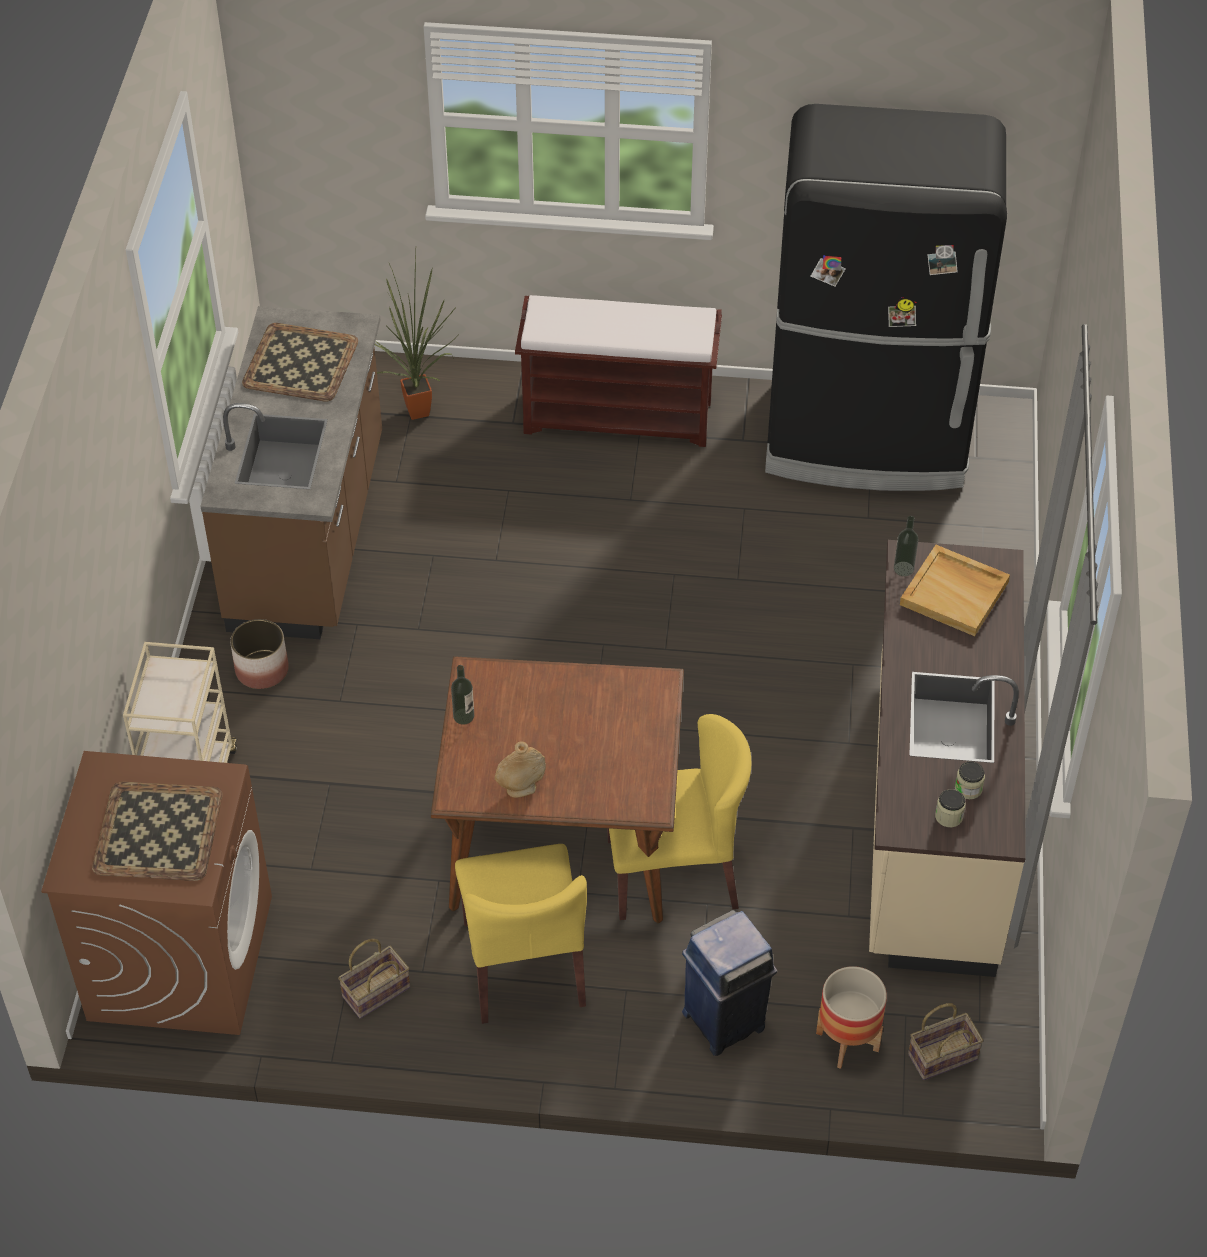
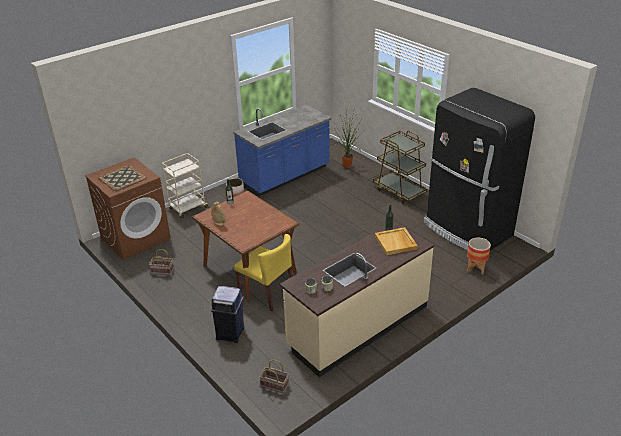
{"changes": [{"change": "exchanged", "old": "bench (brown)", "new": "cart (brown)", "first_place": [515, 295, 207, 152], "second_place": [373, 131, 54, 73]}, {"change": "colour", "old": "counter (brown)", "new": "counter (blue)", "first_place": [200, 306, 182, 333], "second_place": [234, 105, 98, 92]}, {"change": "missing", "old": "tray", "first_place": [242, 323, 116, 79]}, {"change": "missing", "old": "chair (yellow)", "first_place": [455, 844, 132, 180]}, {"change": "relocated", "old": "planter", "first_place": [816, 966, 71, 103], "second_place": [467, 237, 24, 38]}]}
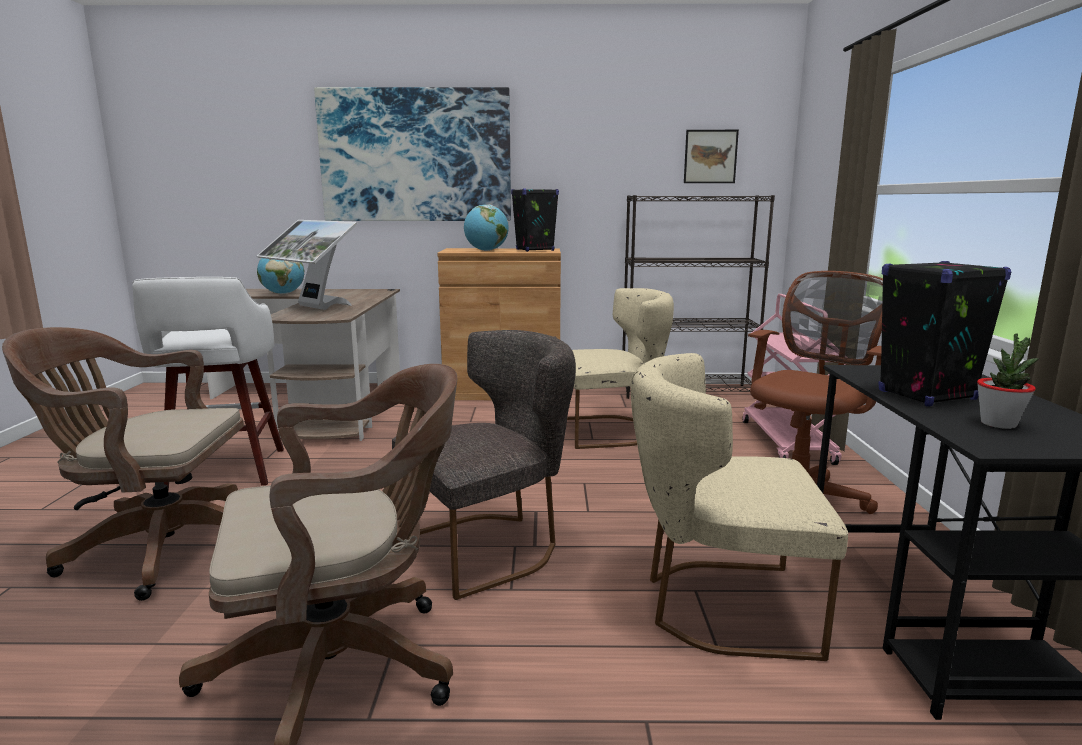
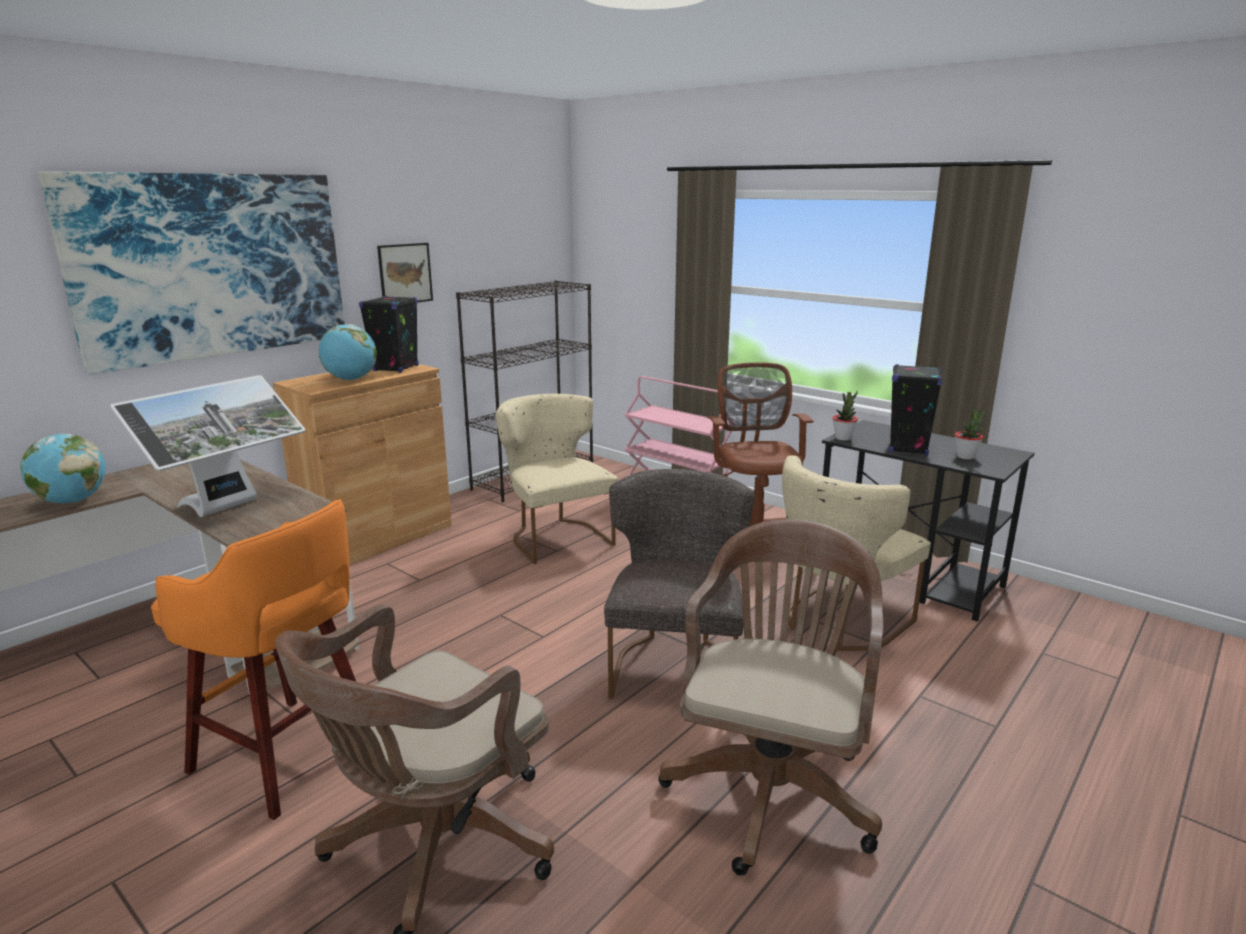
{"changes": [{"change": "relocated", "old": "picture", "first_place": [684, 130, 55, 53], "second_place": [377, 243, 56, 59]}, {"change": "spun", "old": "monitor", "first_place": [257, 220, 100, 90], "second_place": [110, 375, 195, 142], "degrees": -45}, {"change": "colour", "old": "stool (white)", "new": "stool (orange)", "first_place": [133, 277, 151, 214], "second_place": [151, 499, 205, 321]}, {"change": "spun", "old": "chair (beige)", "first_place": [567, 288, 107, 161], "second_place": [496, 394, 122, 170], "degrees": -60}, {"change": "appeared", "new": "potted plant", "second_place": [832, 391, 26, 50]}]}
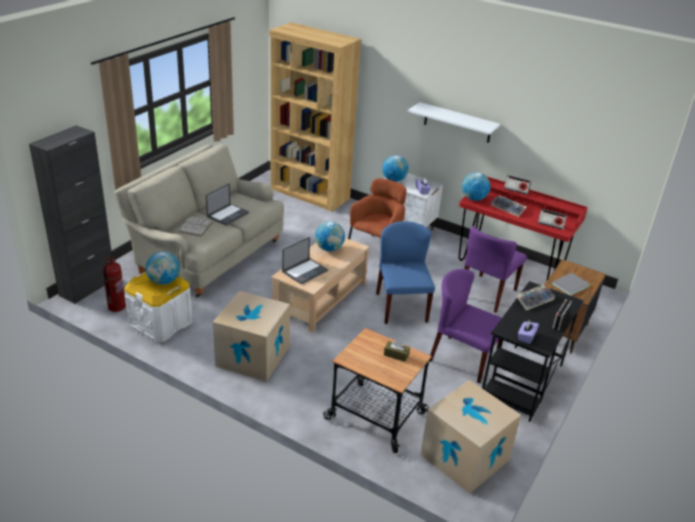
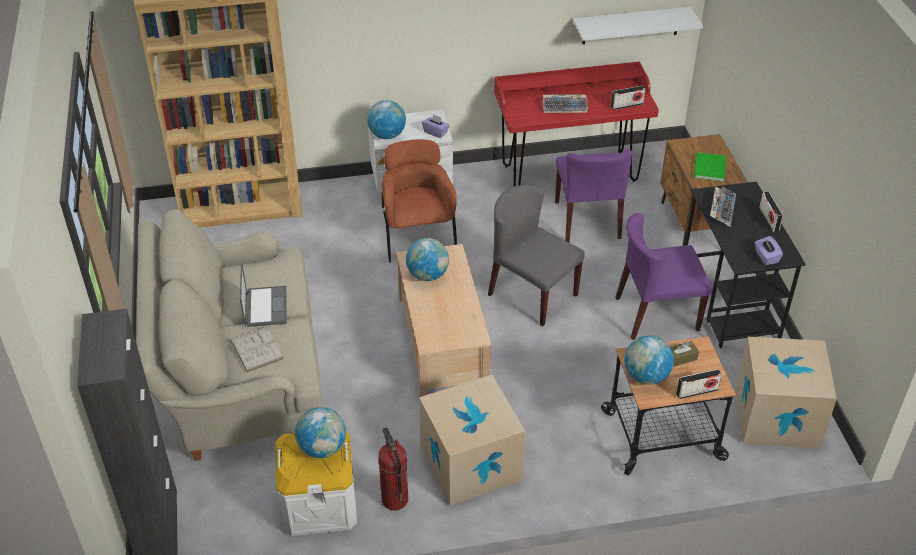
{"changes": [{"change": "relocated", "old": "shelf (white)", "first_place": [408, 102, 92, 41], "second_place": [573, 7, 130, 37]}, {"change": "relocated", "old": "globe", "first_place": [462, 172, 29, 29], "second_place": [624, 336, 50, 49]}, {"change": "relocated", "old": "radio", "first_place": [504, 175, 27, 20], "second_place": [676, 369, 46, 30]}, {"change": "colour", "old": "chair (blue)", "new": "chair (grey)", "first_place": [376, 221, 59, 103], "second_place": [488, 184, 97, 142]}, {"change": "missing", "old": "laptop", "first_place": [282, 237, 46, 48]}, {"change": "relocated", "old": "fire extinguisher", "first_place": [102, 250, 24, 62], "second_place": [378, 427, 30, 83]}, {"change": "colour", "old": "book (grey)", "new": "book (green)", "first_place": [551, 273, 39, 23], "second_place": [694, 152, 32, 30]}]}
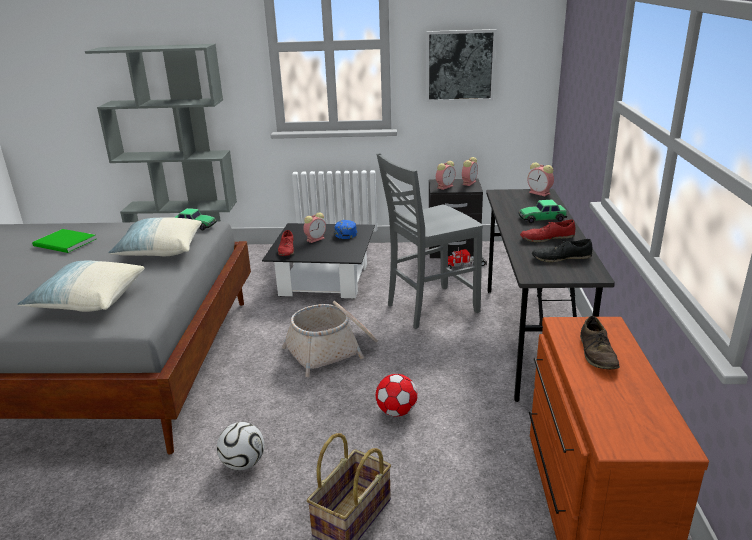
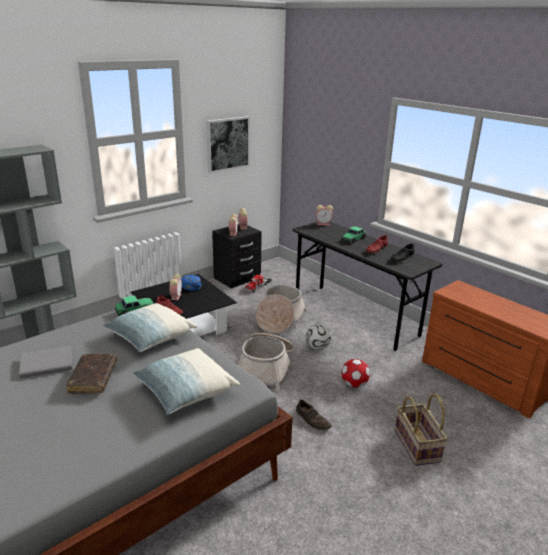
{"changes": [{"change": "exchanged", "old": "chair (grey)", "new": "basket", "first_place": [376, 153, 107, 176], "second_place": [256, 285, 51, 49]}, {"change": "colour", "old": "book (green)", "new": "book (grey)", "first_place": [32, 229, 64, 24], "second_place": [19, 346, 53, 32]}, {"change": "relocated", "old": "shoe (brown)", "first_place": [580, 316, 40, 54], "second_place": [296, 400, 36, 31]}, {"change": "relocated", "old": "football", "first_place": [217, 422, 47, 48], "second_place": [306, 324, 25, 26]}, {"change": "appeared", "new": "book (brown)", "second_place": [66, 354, 51, 40]}]}
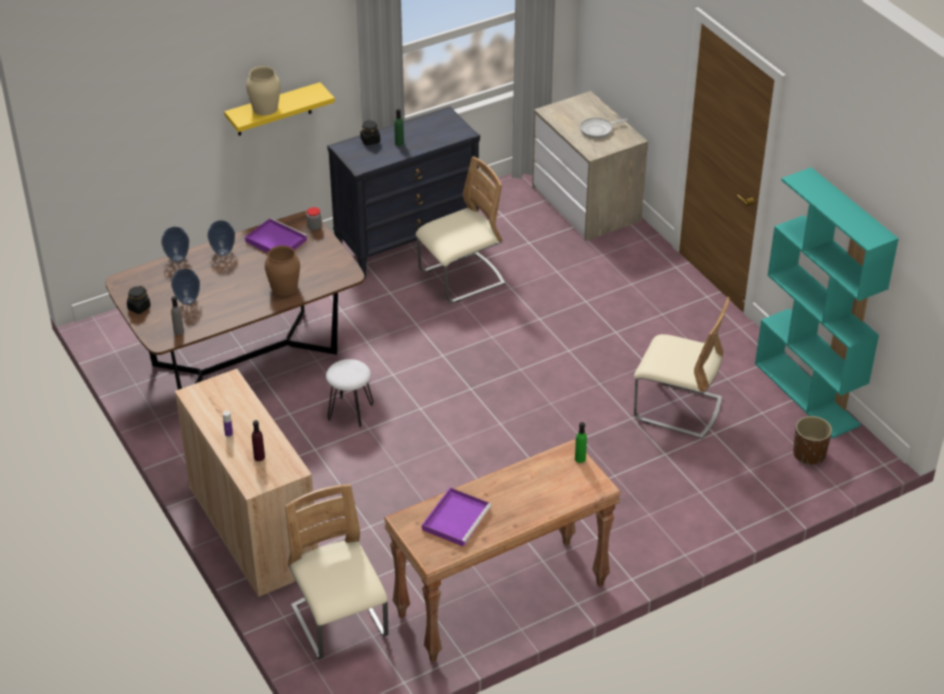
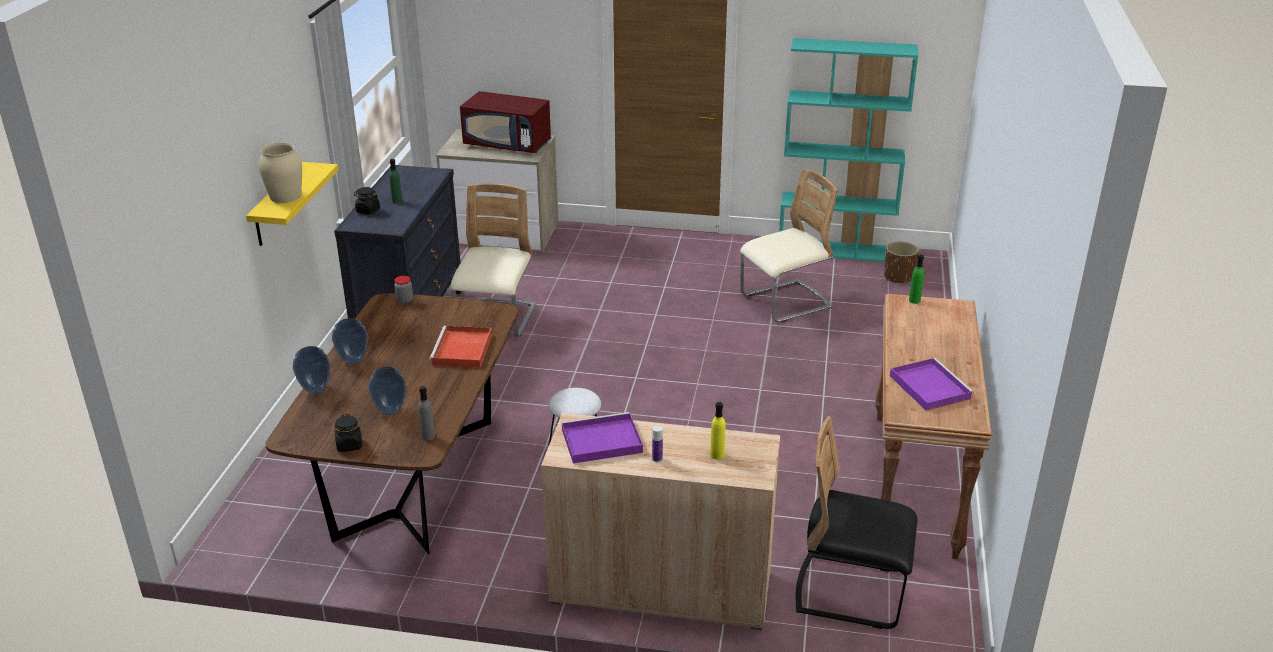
{"changes": [{"change": "exchanged", "old": "frying pan", "new": "microwave (red)", "first_place": [580, 118, 47, 21], "second_place": [460, 91, 91, 62]}, {"change": "relocated", "old": "tray (purple)", "first_place": [245, 218, 63, 35], "second_place": [562, 412, 81, 52]}, {"change": "exchanged", "old": "vase (brown)", "new": "tray (red)", "first_place": [265, 245, 35, 51], "second_place": [429, 326, 63, 41]}, {"change": "colour", "old": "bottle (purple)", "new": "bottle (yellow)", "first_place": [252, 420, 13, 41], "second_place": [710, 402, 15, 57]}, {"change": "colour", "old": "chair (beige)", "new": "chair (black)", "first_place": [285, 484, 104, 176], "second_place": [796, 416, 121, 213]}]}
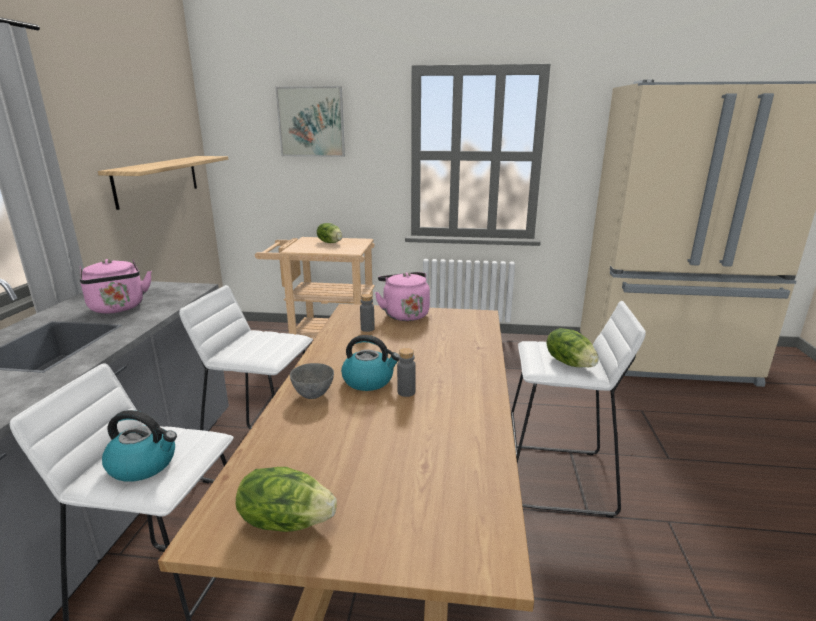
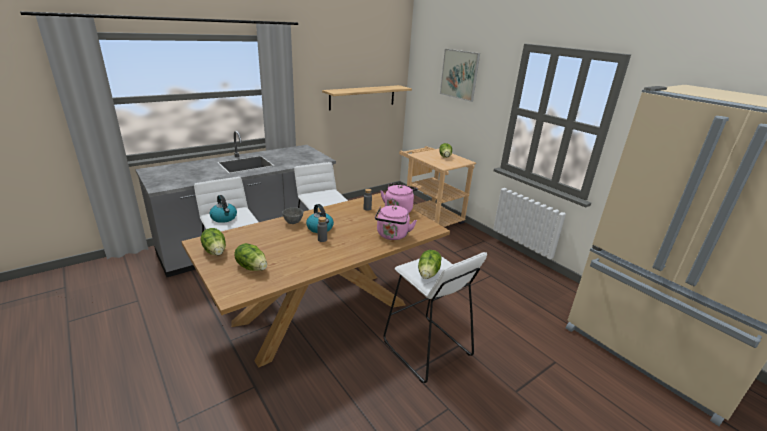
{"changes": [{"change": "relocated", "old": "kettle (pink)", "first_place": [80, 259, 72, 54], "second_place": [375, 205, 42, 35]}, {"change": "appeared", "new": "lettuce", "second_place": [234, 243, 33, 28]}]}
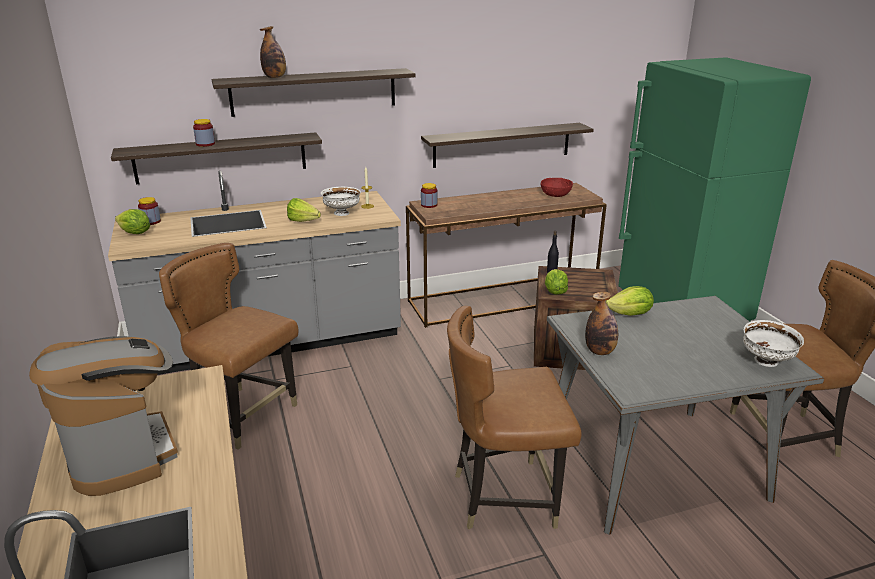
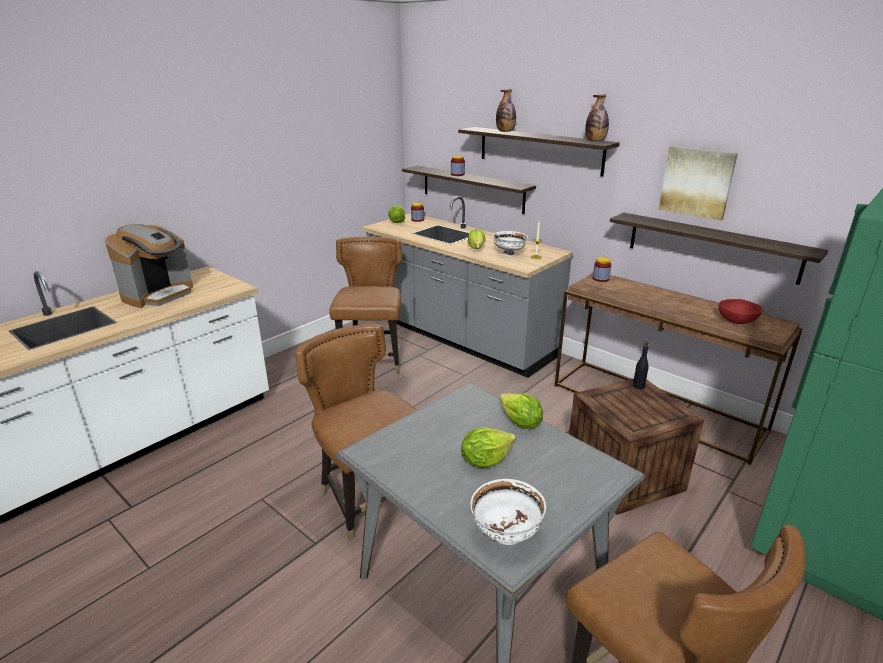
{"changes": [{"change": "relocated", "old": "lettuce", "first_place": [545, 269, 23, 26], "second_place": [461, 427, 55, 41]}, {"change": "relocated", "old": "bottle", "first_place": [585, 292, 33, 63], "second_place": [585, 94, 24, 48]}, {"change": "appeared", "new": "picture", "second_place": [659, 146, 79, 74]}]}
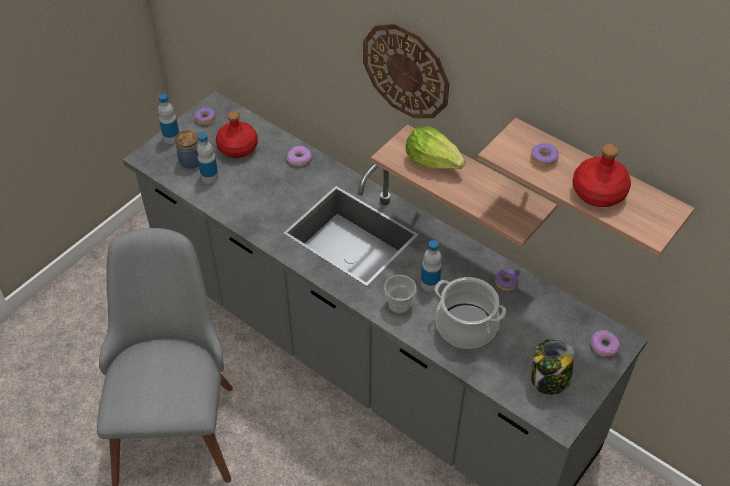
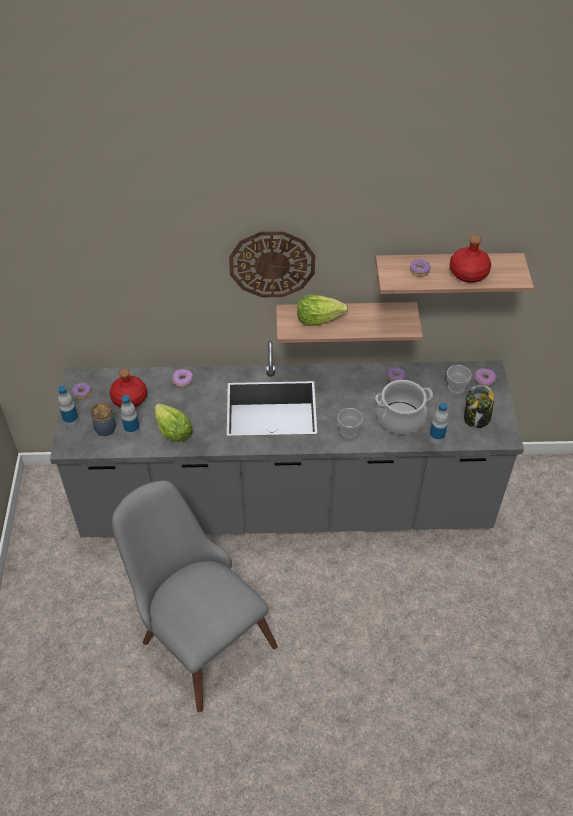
{"changes": [{"change": "relocated", "old": "bottle", "first_place": [421, 240, 21, 52], "second_place": [429, 402, 19, 42]}, {"change": "appeared", "new": "cup", "second_place": [447, 365, 25, 29]}, {"change": "appeared", "new": "lettuce", "second_place": [155, 403, 38, 39]}]}
